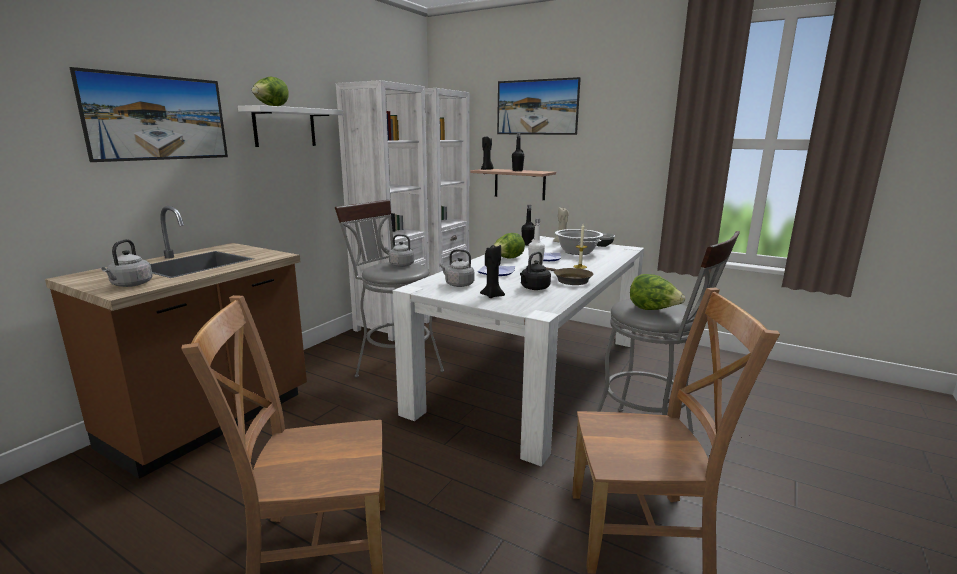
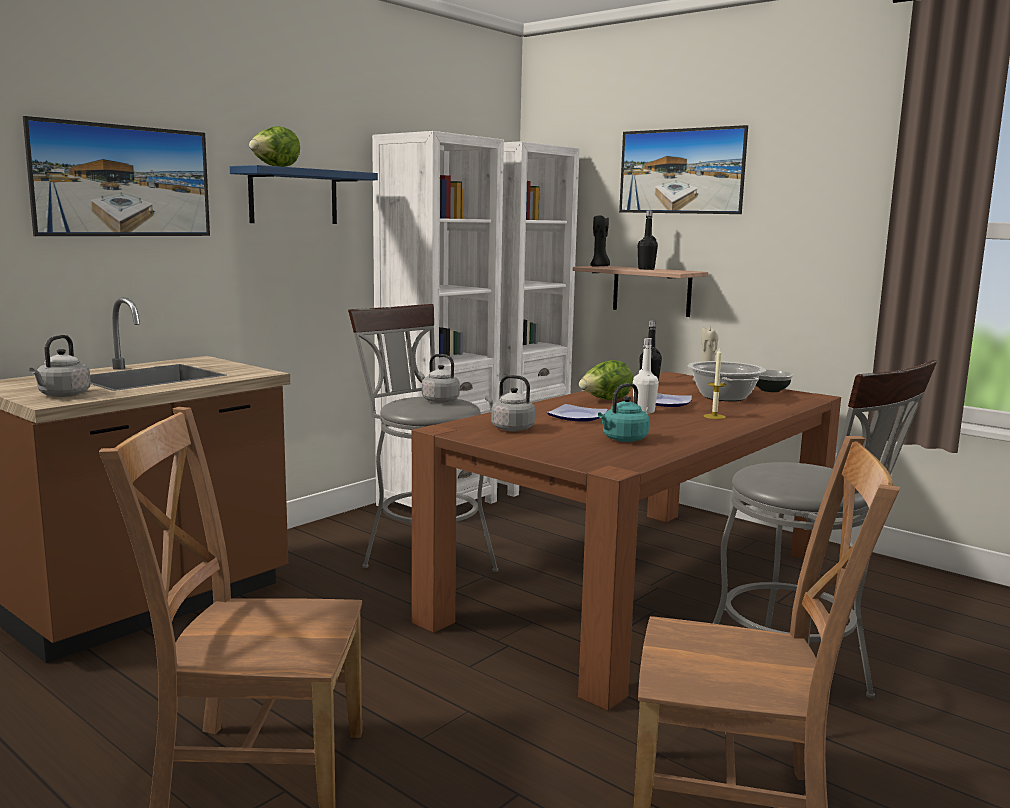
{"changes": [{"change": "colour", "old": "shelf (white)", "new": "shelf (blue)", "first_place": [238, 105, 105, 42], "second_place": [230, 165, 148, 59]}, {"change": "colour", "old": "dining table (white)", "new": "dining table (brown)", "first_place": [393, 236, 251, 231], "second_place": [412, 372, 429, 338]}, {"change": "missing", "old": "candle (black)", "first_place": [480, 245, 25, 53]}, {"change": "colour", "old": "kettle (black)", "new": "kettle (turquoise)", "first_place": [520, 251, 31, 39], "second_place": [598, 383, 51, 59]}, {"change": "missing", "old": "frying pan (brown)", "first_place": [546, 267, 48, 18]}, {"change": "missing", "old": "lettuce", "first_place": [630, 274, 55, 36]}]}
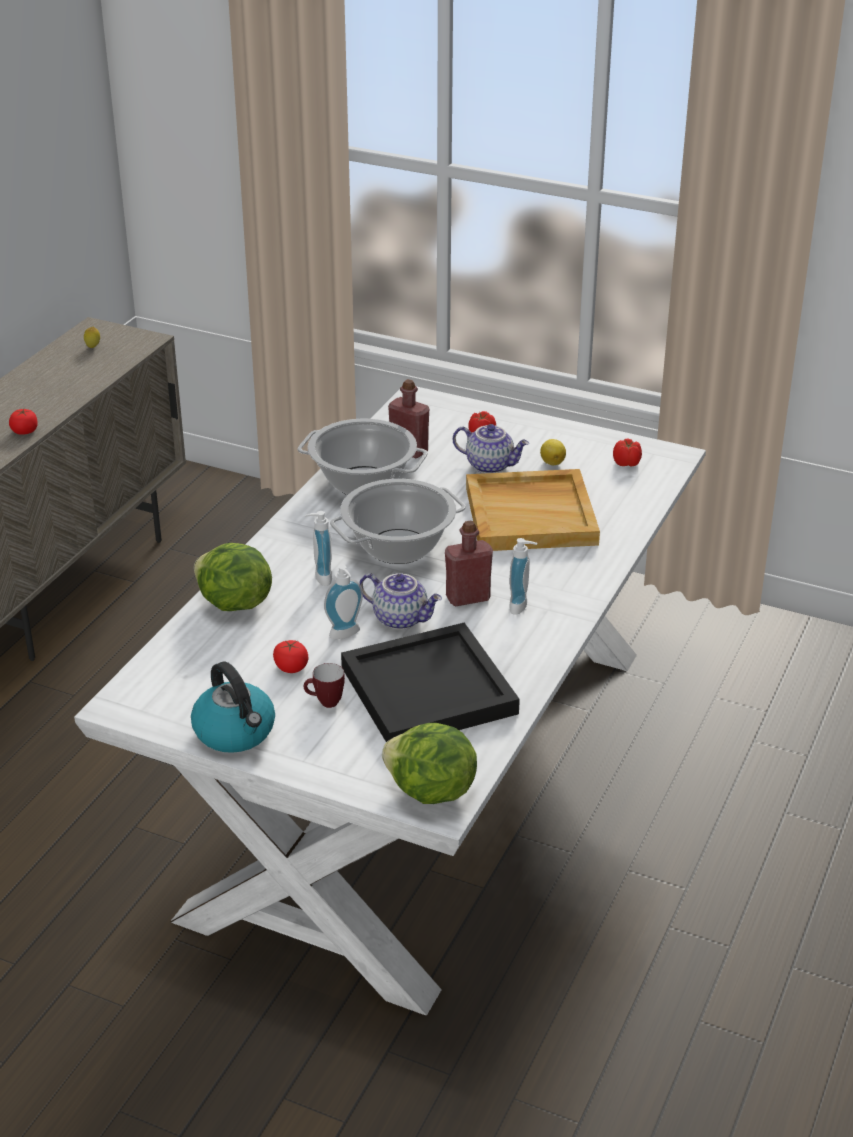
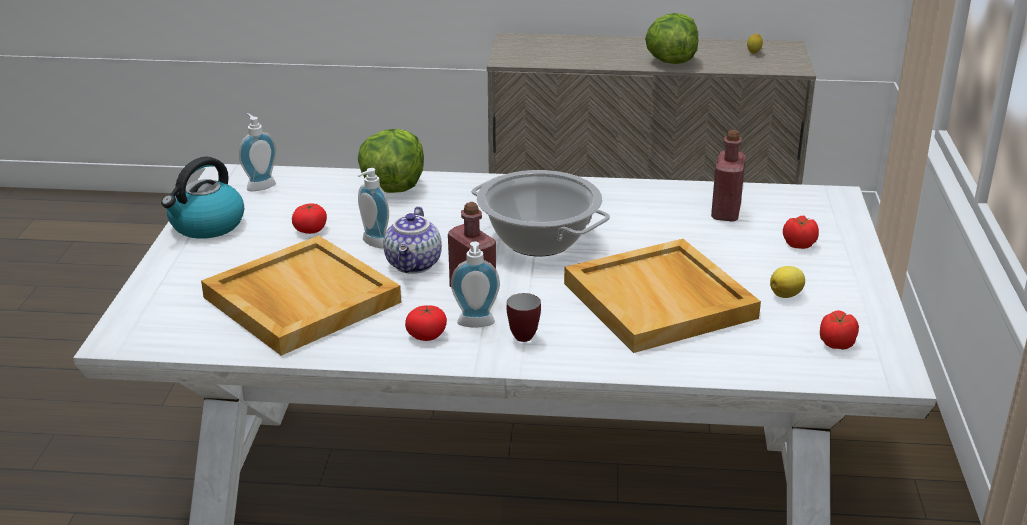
{"changes": [{"change": "relocated", "old": "tomato", "first_place": [9, 409, 29, 26], "second_place": [405, 305, 42, 36]}, {"change": "missing", "old": "cooking pot", "first_place": [297, 418, 131, 77]}, {"change": "missing", "old": "teapot", "first_place": [453, 424, 76, 49]}, {"change": "relocated", "old": "soap dispenser", "first_place": [305, 511, 27, 75], "second_place": [239, 113, 37, 78]}, {"change": "colour", "old": "tray (black)", "new": "tray (beige)", "first_place": [341, 623, 179, 119], "second_place": [201, 236, 200, 120]}, {"change": "relocated", "old": "mug", "first_place": [304, 663, 41, 45], "second_place": [507, 293, 34, 49]}, {"change": "relocated", "old": "lettuce", "first_place": [382, 723, 95, 81], "second_place": [645, 13, 54, 51]}]}
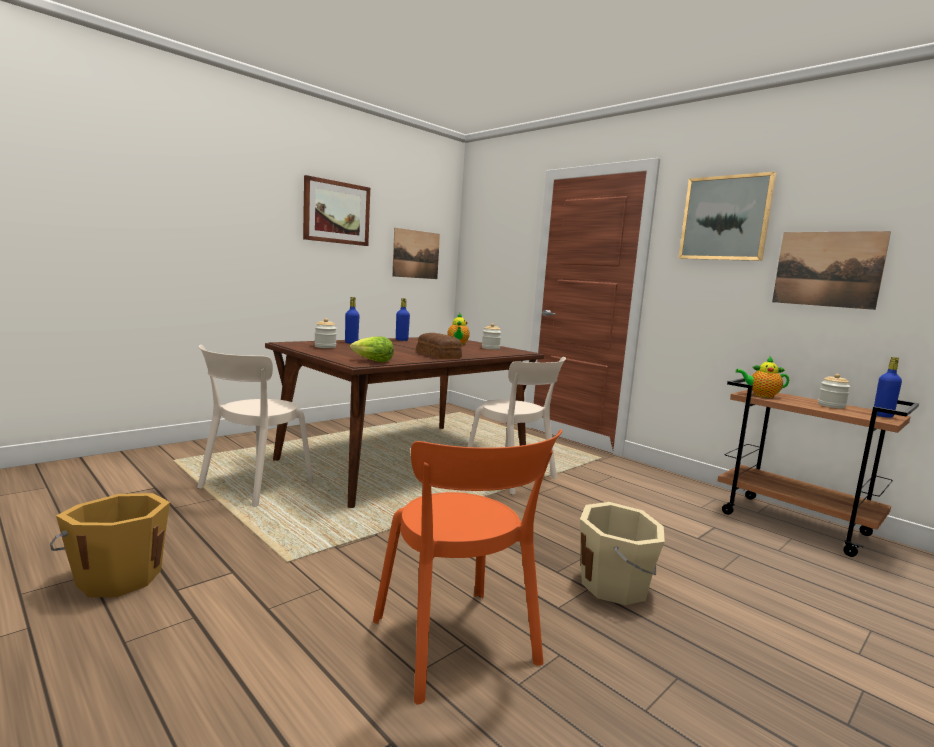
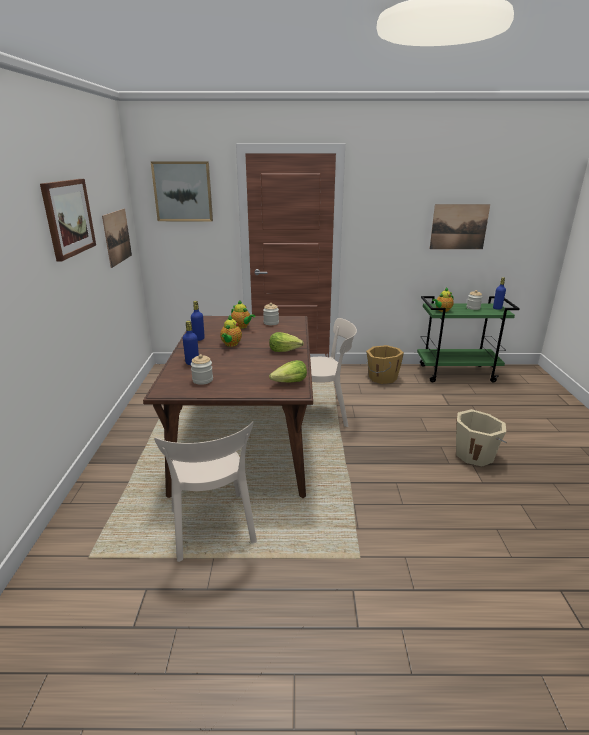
{"changes": [{"change": "relocated", "old": "picture", "first_place": [678, 172, 98, 89], "second_place": [151, 161, 62, 60]}, {"change": "exchanged", "old": "bread", "new": "lettuce", "first_place": [417, 333, 45, 26], "second_place": [269, 332, 35, 20]}, {"change": "colour", "old": "cart (brown)", "new": "cart (green)", "first_place": [717, 378, 202, 179], "second_place": [417, 296, 103, 87]}, {"change": "missing", "old": "chair (orange)", "first_place": [373, 429, 189, 276]}, {"change": "relocated", "old": "bucket (orange)", "first_place": [50, 493, 120, 104], "second_place": [366, 345, 38, 39]}, {"change": "appeared", "new": "teapot", "second_place": [220, 315, 22, 32]}]}
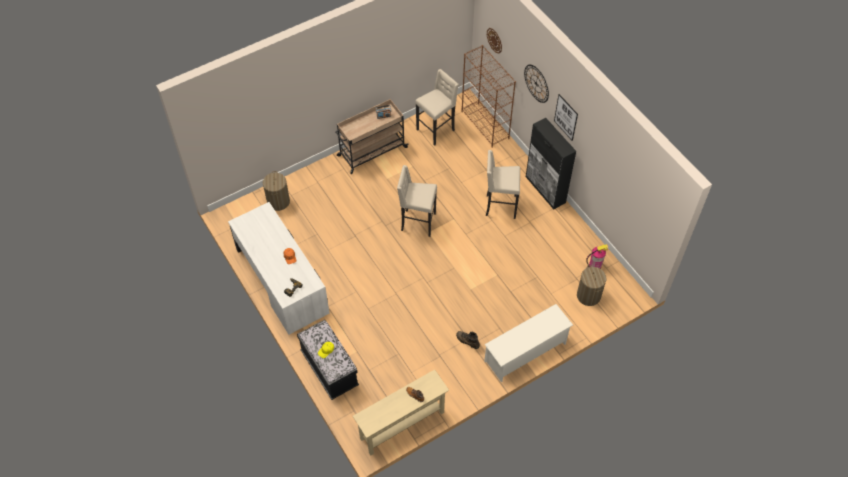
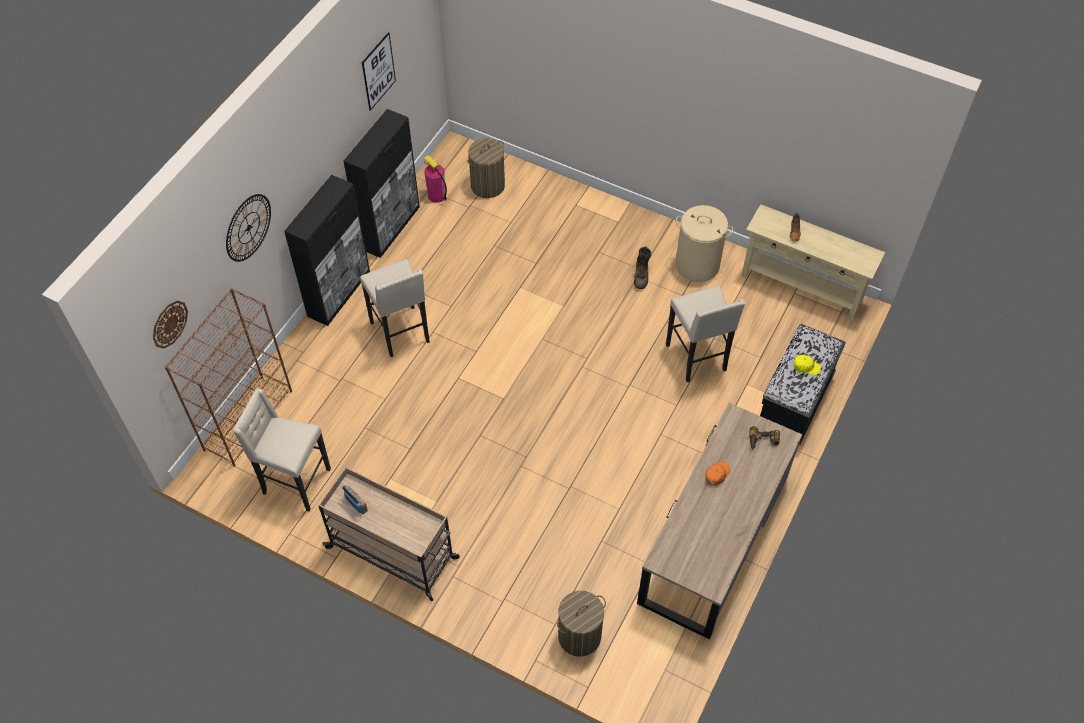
{"changes": [{"change": "relocated", "old": "picture", "first_place": [554, 94, 24, 47], "second_place": [362, 32, 34, 79]}, {"change": "relocated", "old": "stool (beige)", "first_place": [397, 165, 40, 72], "second_place": [666, 286, 79, 96]}, {"change": "colour", "old": "desk (white)", "new": "desk (brown)", "first_place": [228, 202, 102, 133], "second_place": [637, 403, 165, 236]}, {"change": "missing", "old": "shoe rack (white)", "first_place": [484, 304, 89, 78]}, {"change": "appeared", "new": "cabinet (black)", "second_place": [344, 109, 76, 149]}, {"change": "appeared", "new": "laundry basket (beige)", "second_place": [675, 205, 58, 77]}]}
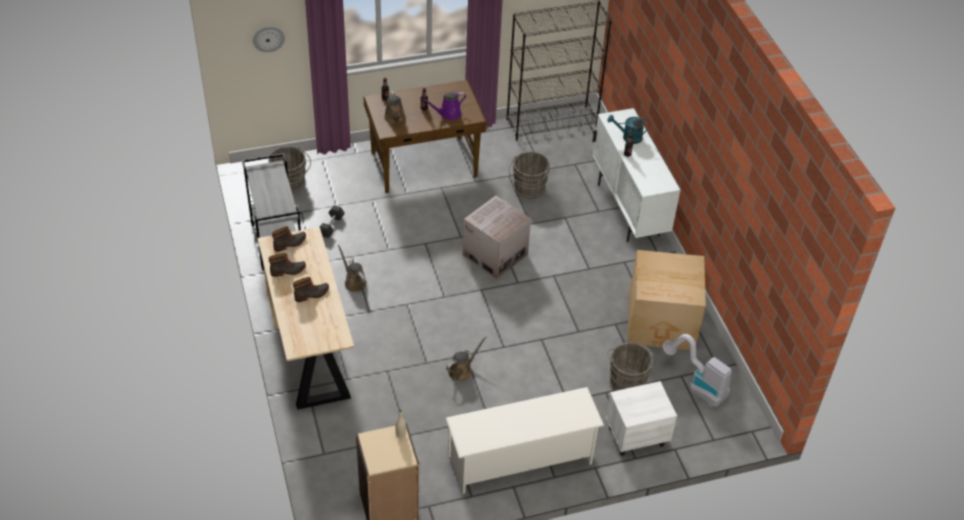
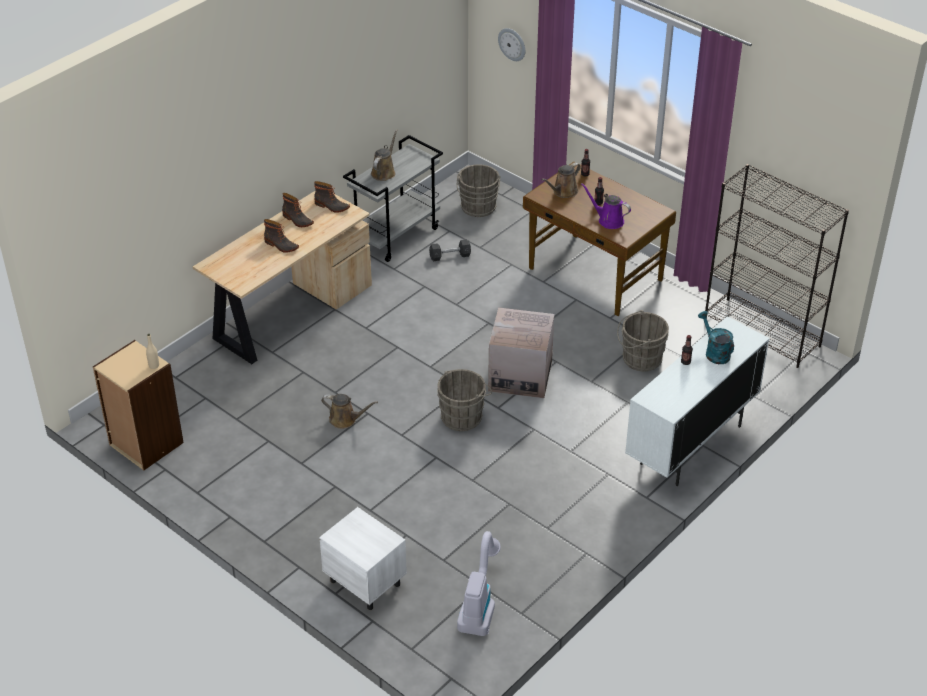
{"changes": [{"change": "relocated", "old": "watering can (brown)", "first_place": [338, 245, 29, 47], "second_place": [371, 129, 27, 52]}, {"change": "missing", "old": "cardboard box", "first_place": [628, 250, 78, 100]}, {"change": "relocated", "old": "bucket (grey)", "first_place": [607, 343, 46, 48], "second_place": [437, 369, 55, 62]}, {"change": "missing", "old": "shoe rack (white)", "first_place": [446, 387, 158, 107]}]}
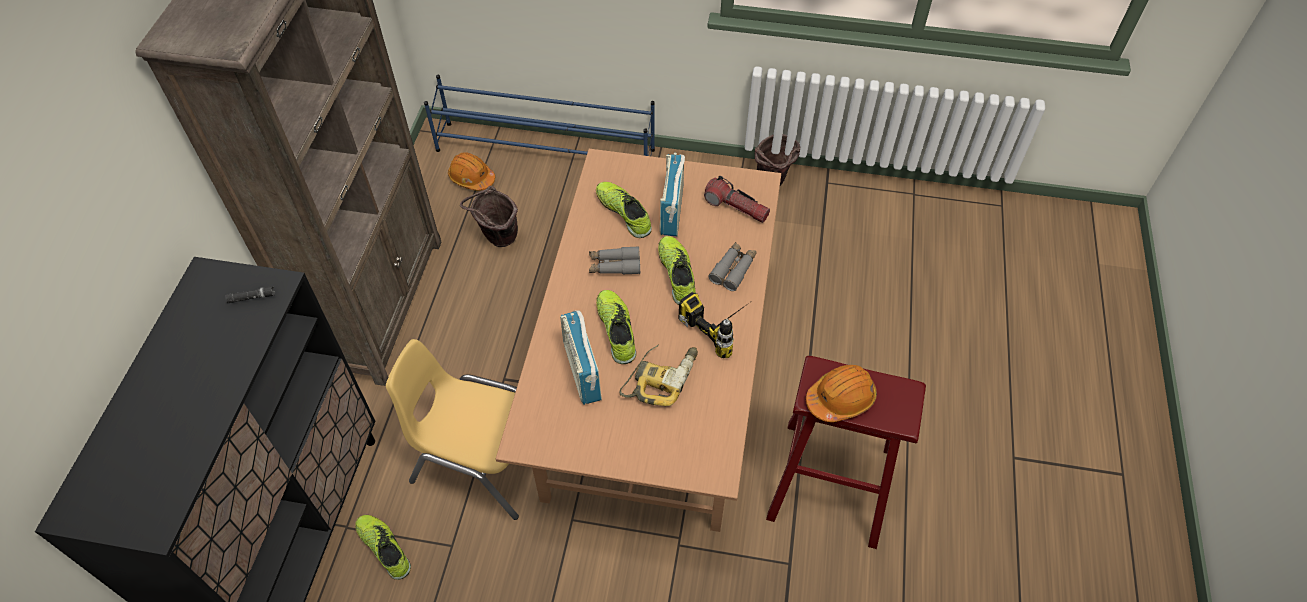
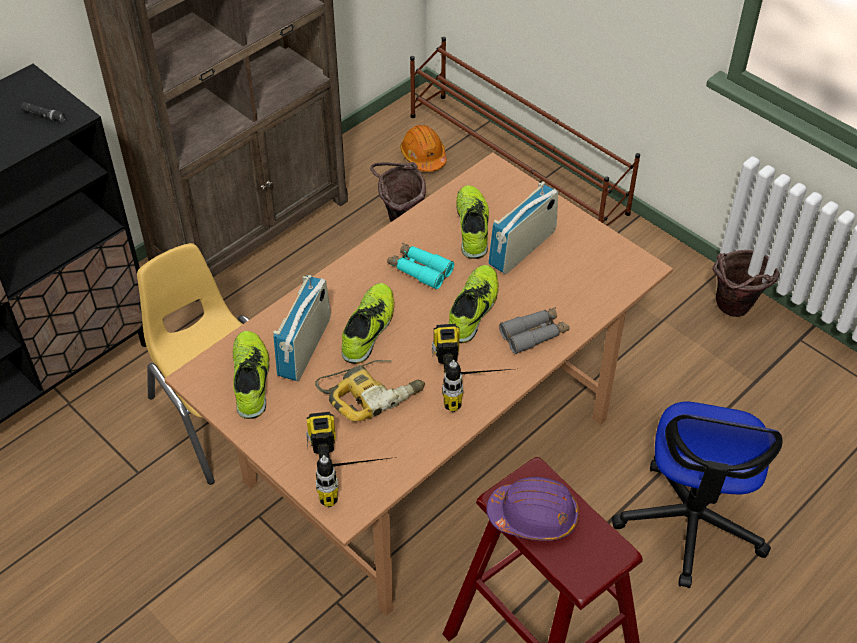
{"changes": [{"change": "colour", "old": "shoe rack (blue)", "new": "shoe rack (brown)", "first_place": [424, 75, 231, 81], "second_place": [410, 37, 230, 189]}, {"change": "missing", "old": "flashlight", "first_place": [704, 176, 66, 47]}, {"change": "colour", "old": "binoculars (grey)", "new": "binoculars (turquoise)", "first_place": [589, 246, 51, 29], "second_place": [387, 243, 67, 46]}, {"change": "colour", "old": "hard hat (orange)", "new": "hard hat (purple)", "first_place": [806, 365, 71, 57], "second_place": [486, 477, 93, 64]}, {"change": "relocated", "old": "shoe", "first_place": [355, 515, 56, 65], "second_place": [233, 331, 36, 88]}, {"change": "appeared", "new": "office chair", "second_place": [611, 402, 172, 186]}, {"change": "appeared", "new": "power drill", "second_place": [306, 412, 90, 96]}]}
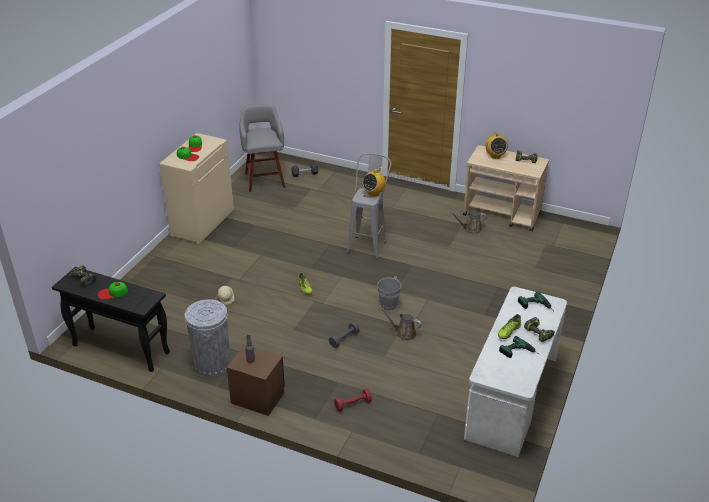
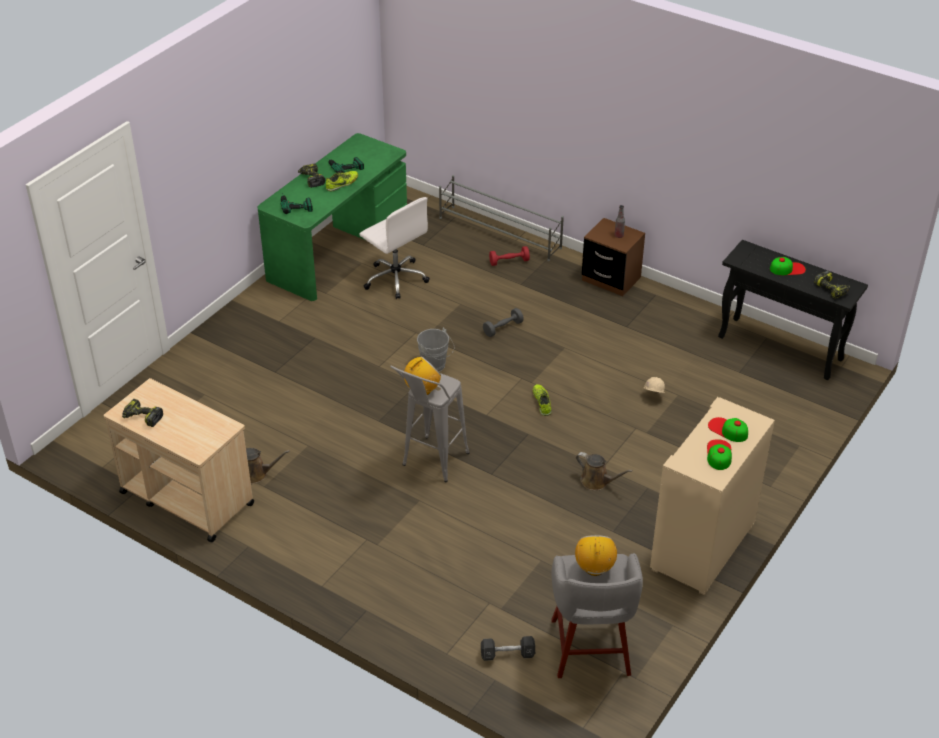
{"changes": [{"change": "relocated", "old": "radio", "first_place": [485, 132, 23, 27], "second_place": [575, 535, 42, 41]}, {"change": "colour", "old": "desk (white)", "new": "desk (green)", "first_place": [464, 287, 103, 170], "second_place": [258, 133, 149, 168]}, {"change": "missing", "old": "trash can (grey)", "first_place": [185, 299, 46, 77]}, {"change": "relocated", "old": "watering can (brown)", "first_place": [381, 308, 41, 33], "second_place": [576, 452, 57, 39]}, {"change": "appeared", "new": "shoe rack (grey)", "second_place": [439, 175, 125, 86]}, {"change": "appeared", "new": "office chair (white)", "second_place": [359, 197, 71, 102]}]}
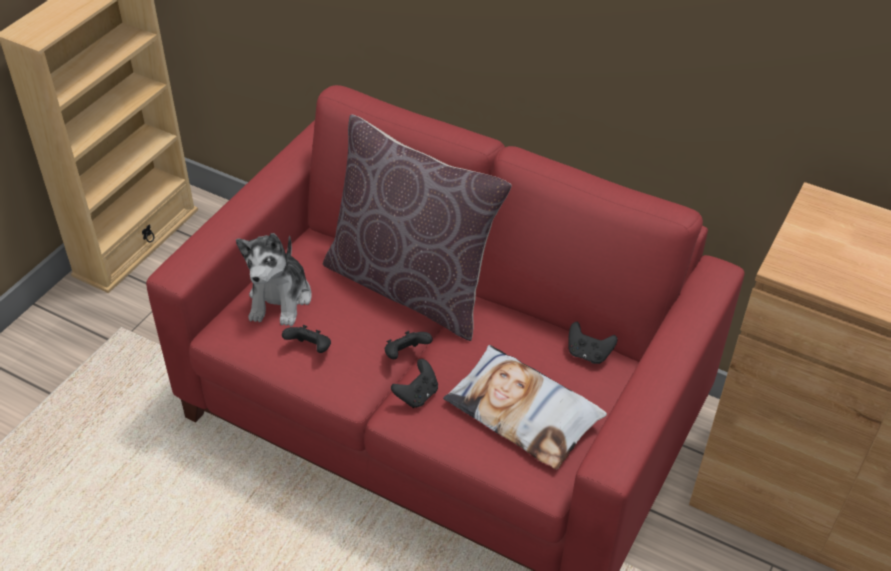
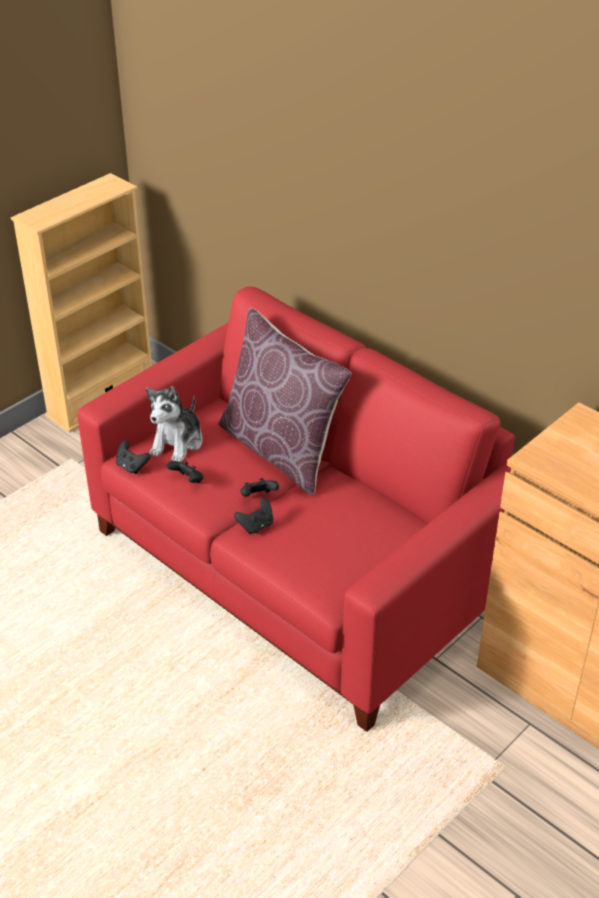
{"changes": [{"change": "relocated", "old": "game controller (black)", "first_place": [568, 322, 50, 42], "second_place": [116, 440, 34, 34]}, {"change": "missing", "old": "pillow", "first_place": [443, 345, 164, 125]}]}
